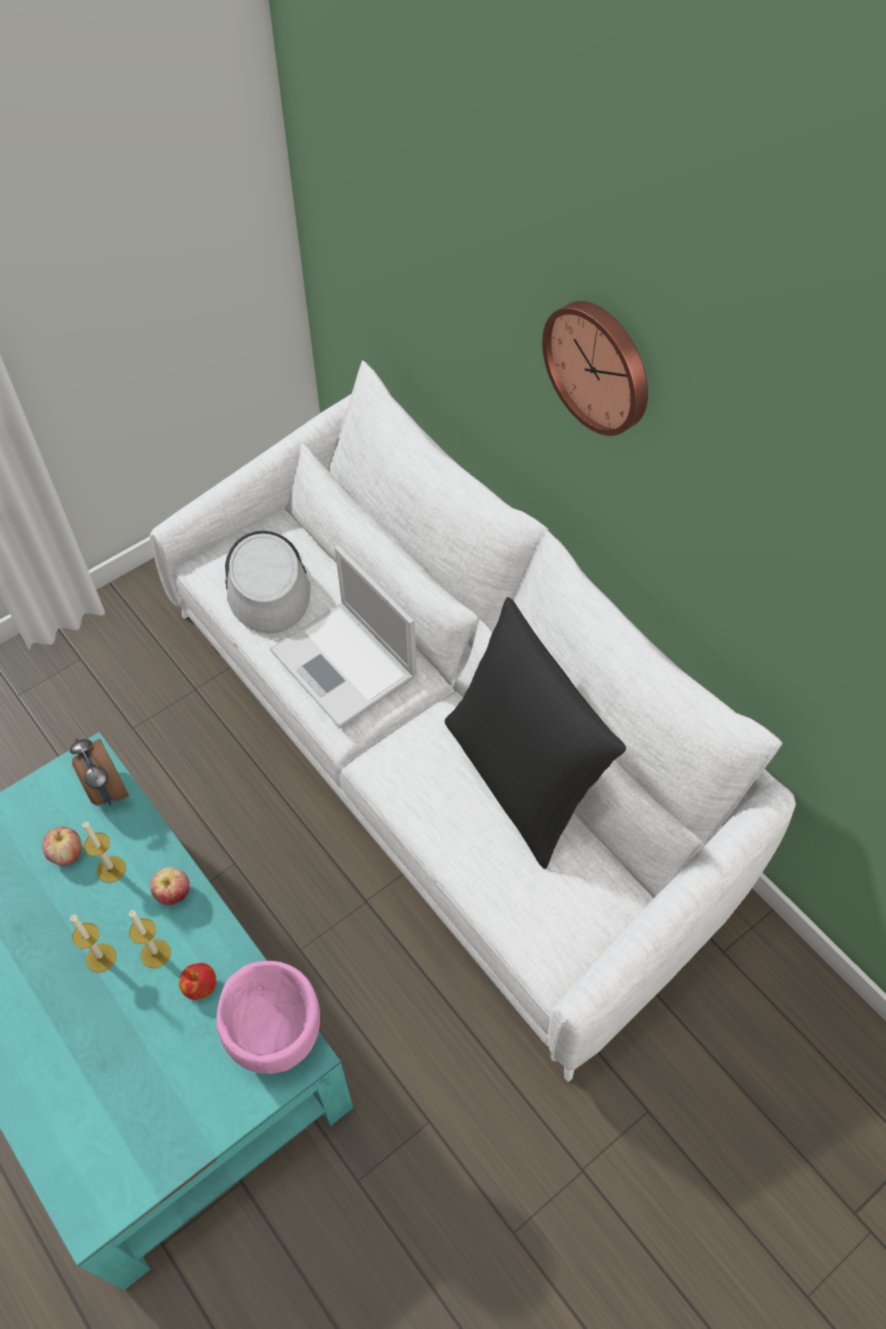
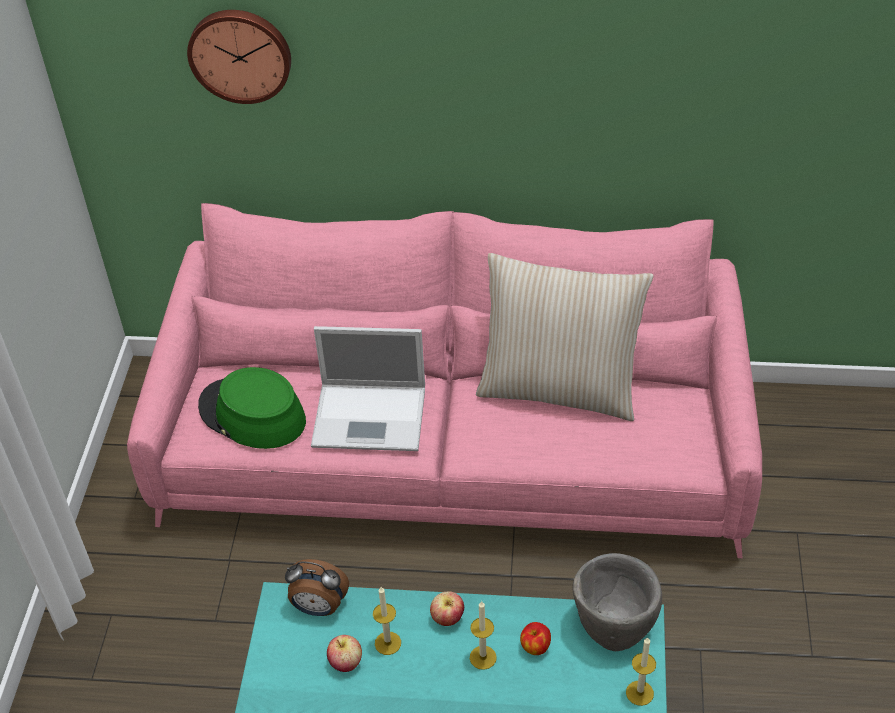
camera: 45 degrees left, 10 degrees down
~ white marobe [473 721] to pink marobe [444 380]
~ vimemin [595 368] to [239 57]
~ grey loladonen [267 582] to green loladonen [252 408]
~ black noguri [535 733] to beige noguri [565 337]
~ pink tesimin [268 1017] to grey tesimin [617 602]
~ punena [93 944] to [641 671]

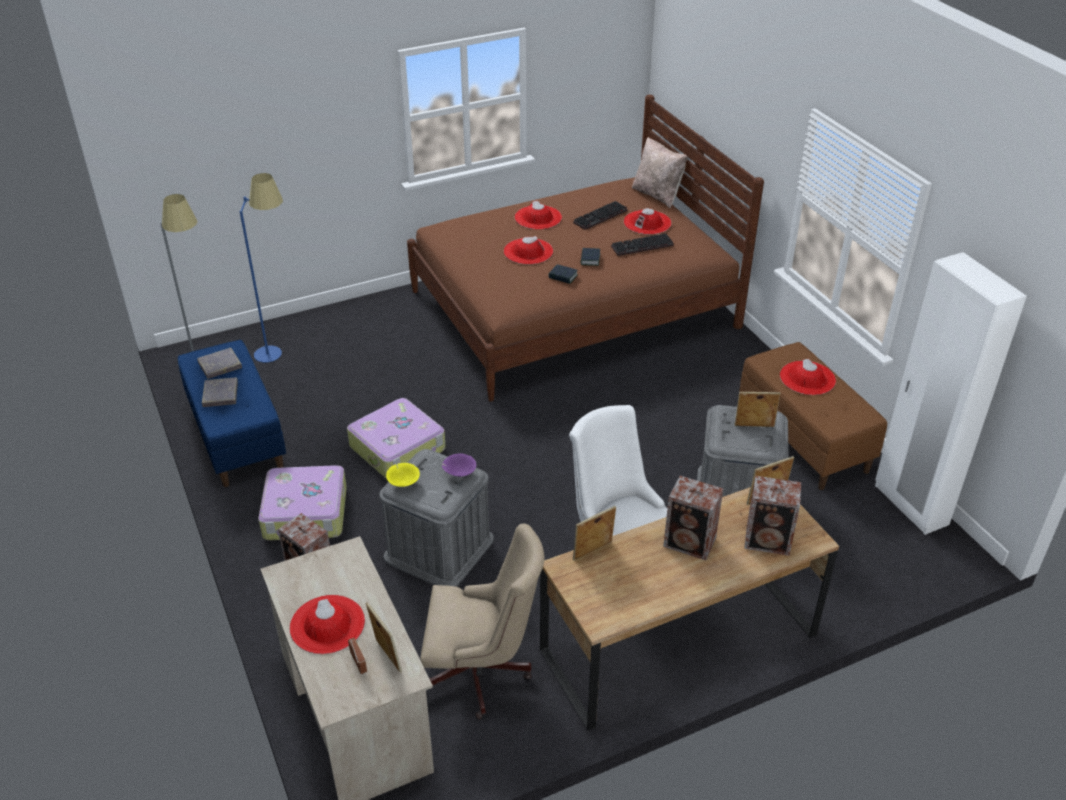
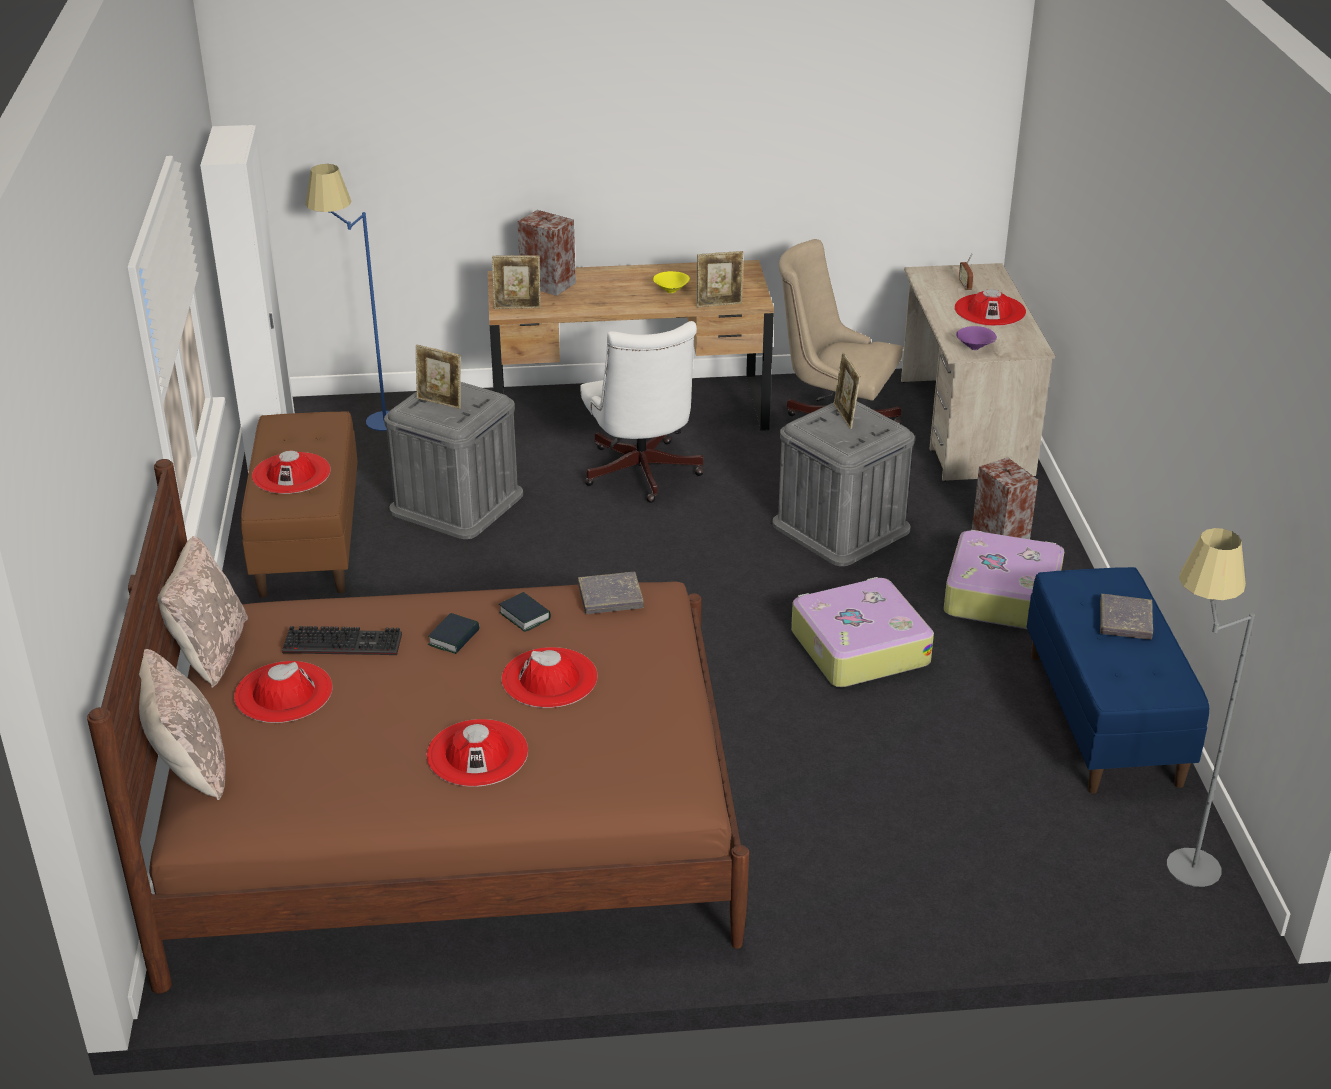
camera: 160 degrees left, 5 degrees down
+ beige noguri [203 612]
~ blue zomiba [261 268] to [347 297]
~ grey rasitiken [219 363] to [611 593]
~ yellow tesimin [403 475] to [671 282]
~ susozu [384 637] to [847 390]
~ purple tesimin [459 465] to [976 338]
- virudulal [600 215]
- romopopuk [693 518]

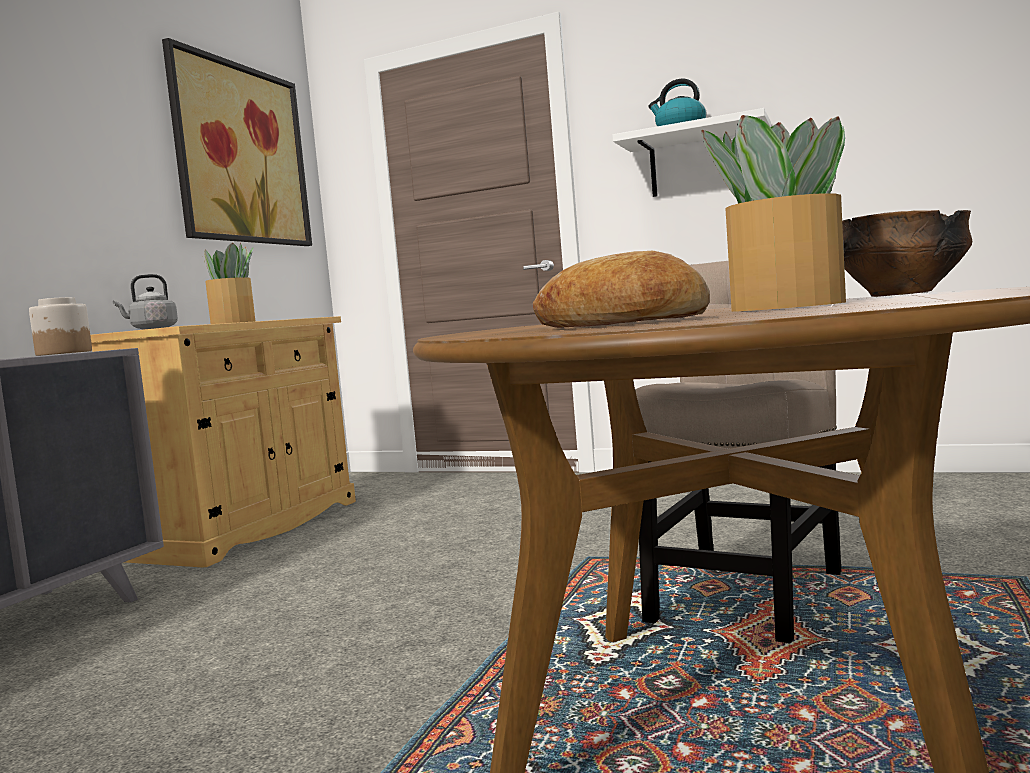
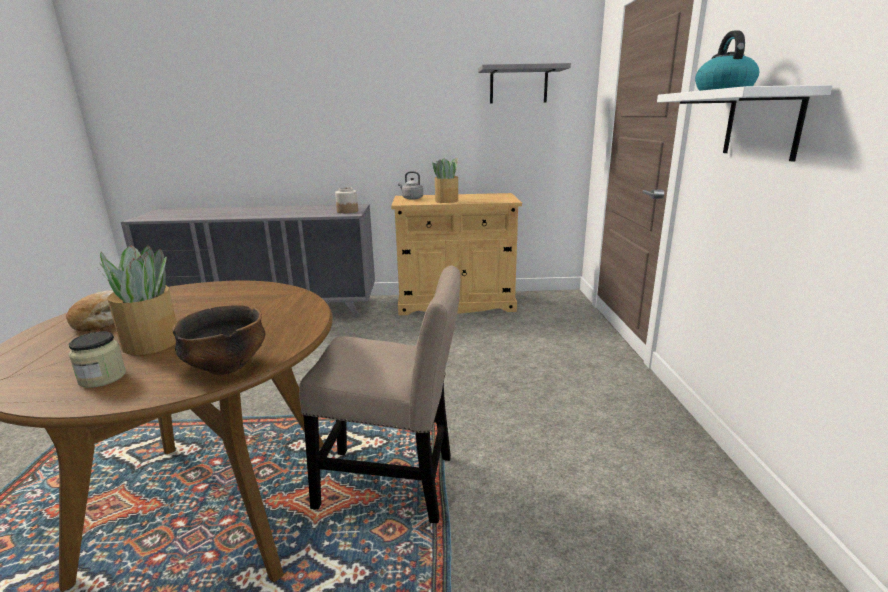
camera: 65 degrees right, 15 degrees up
+ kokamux [97 359]
~ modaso [237 142] to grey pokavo [524 83]

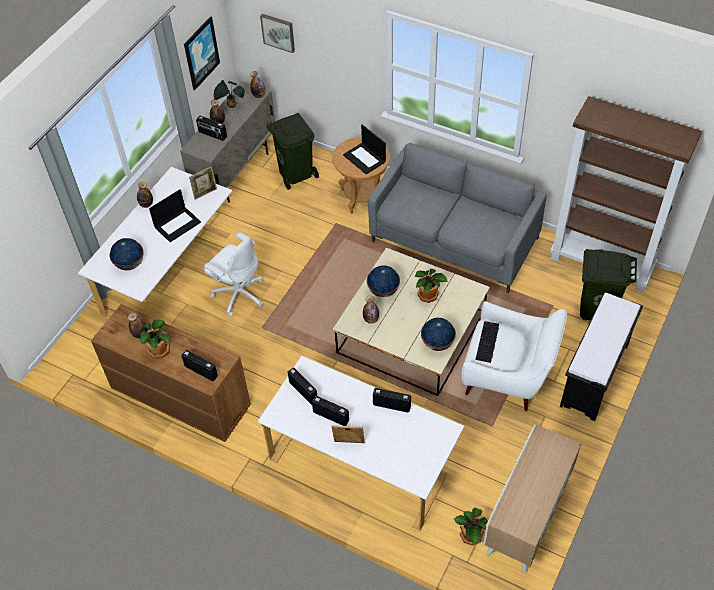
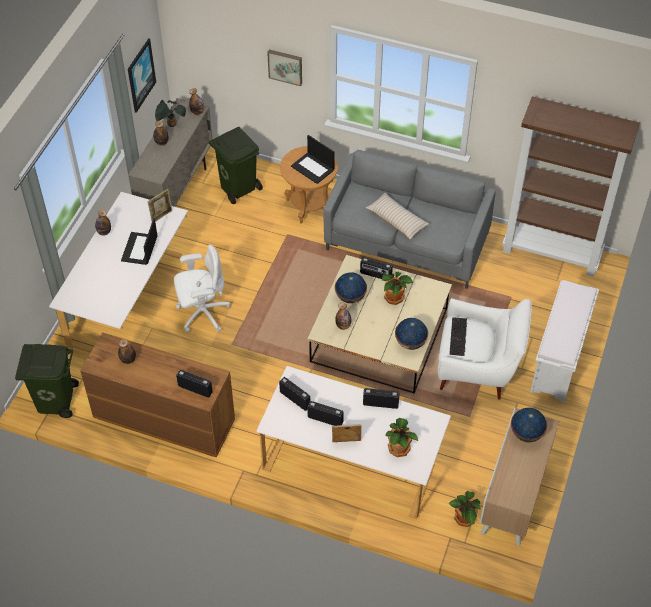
camera: 10 degrees left, 0 degrees up
~ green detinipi [608 285] to [47 381]
~ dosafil [175 215] = [139 241] 150 degrees clockwise
~ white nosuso [233 274] = [202 289] 45 degrees counterclockwise
~ modaso [277 33] to [284 67]
~ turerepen [211 128] to [376 268]
+ beige noguri [397 216]
~ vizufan [155 339] to [401 437]
~ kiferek [127 254] to [529 425]
~ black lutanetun [601 357] to white lutanetun [564 341]

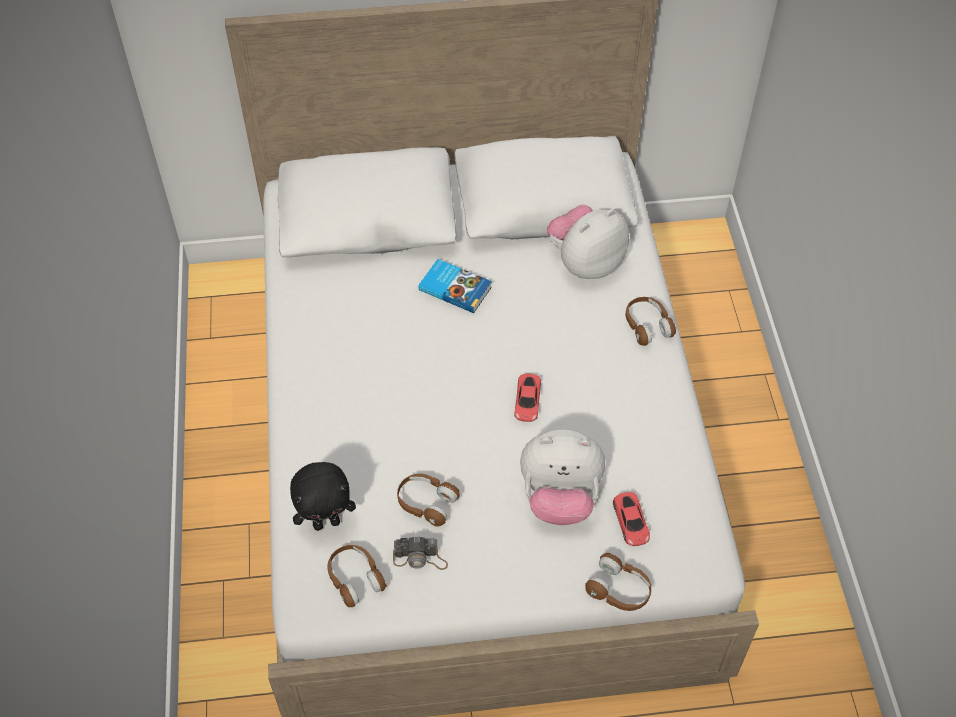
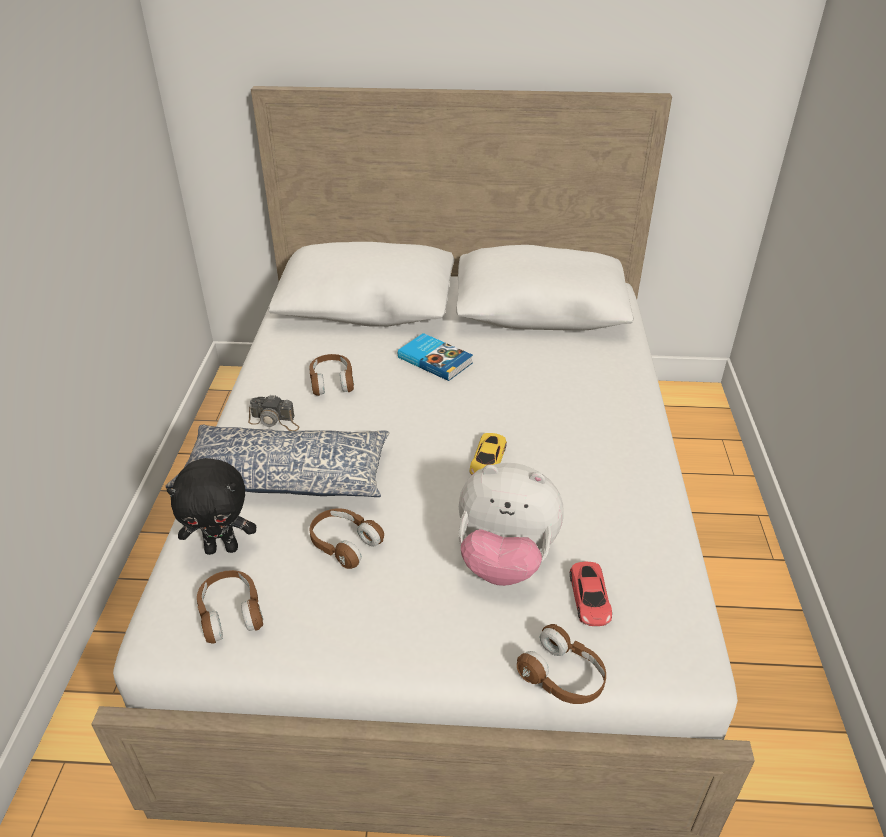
camera: 10 degrees right, 15 degrees down
+ noguri [277 461]
~ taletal [420 553] to [273 412]
~ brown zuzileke [651 321] to [331 375]
~ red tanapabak [528 398] to yellow tanapabak [488 454]
- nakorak [588 241]

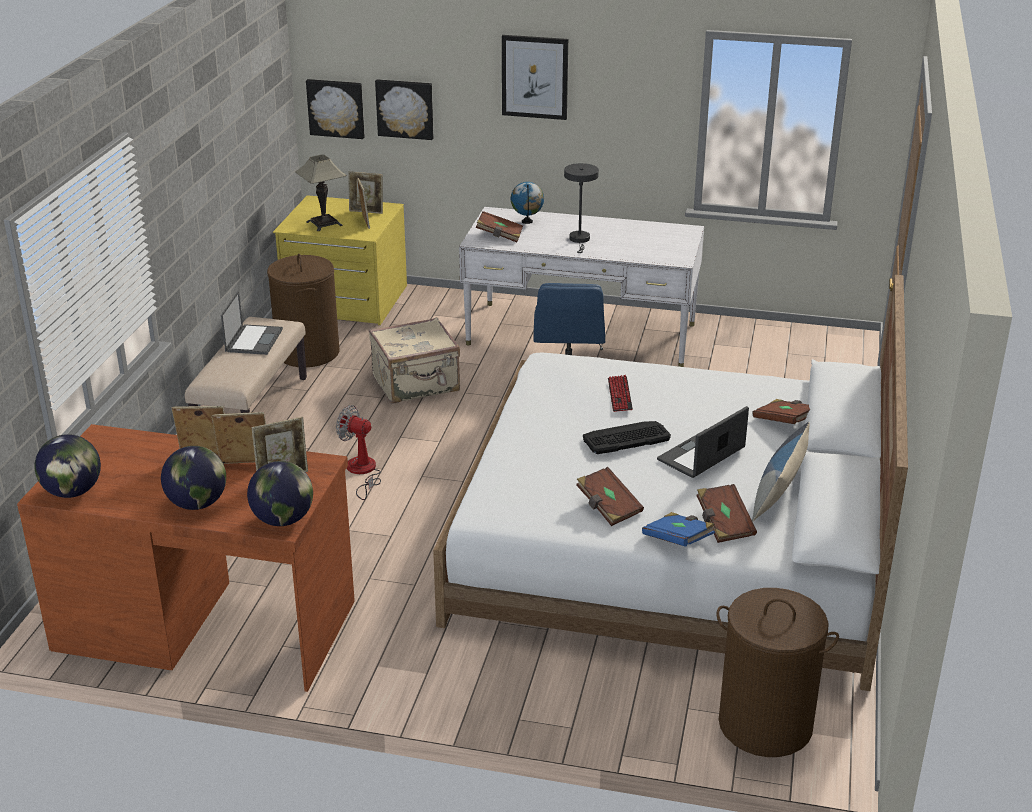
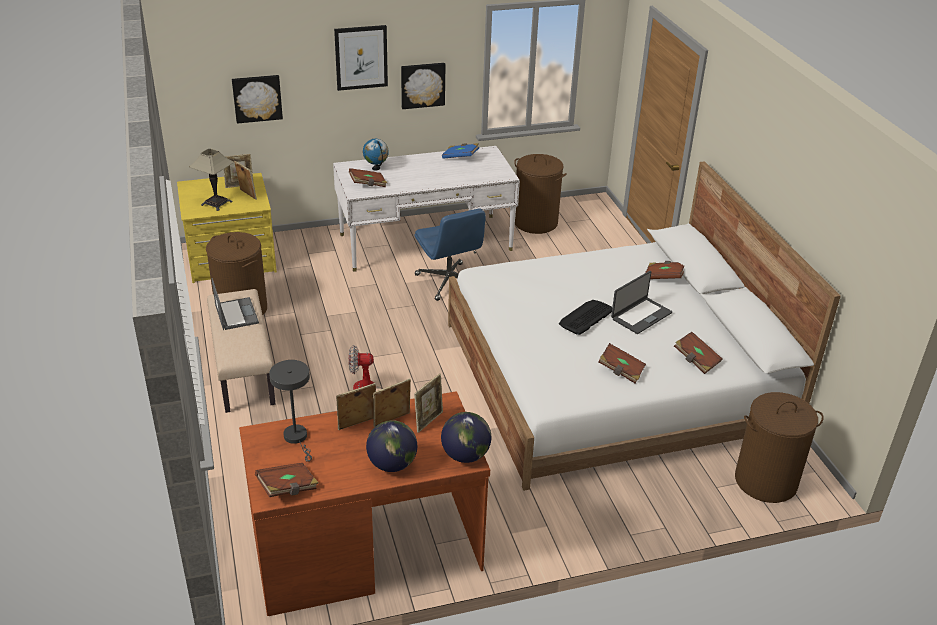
camera: 30 degrees left, 5 degrees up
~ kiferek [68 466] to brown rasitiken [286 480]
~ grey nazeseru [581 208] to [290 411]
~ modaso [335 109] to [423 86]
~ blue rasitiken [678 529] to [460 151]
+ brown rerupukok [540 194]
~ dosafil [703 442] = [641 302] 150 degrees counterclockwise
- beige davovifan [414 360]
- virudulal [620 393]
- noguri [781 472]

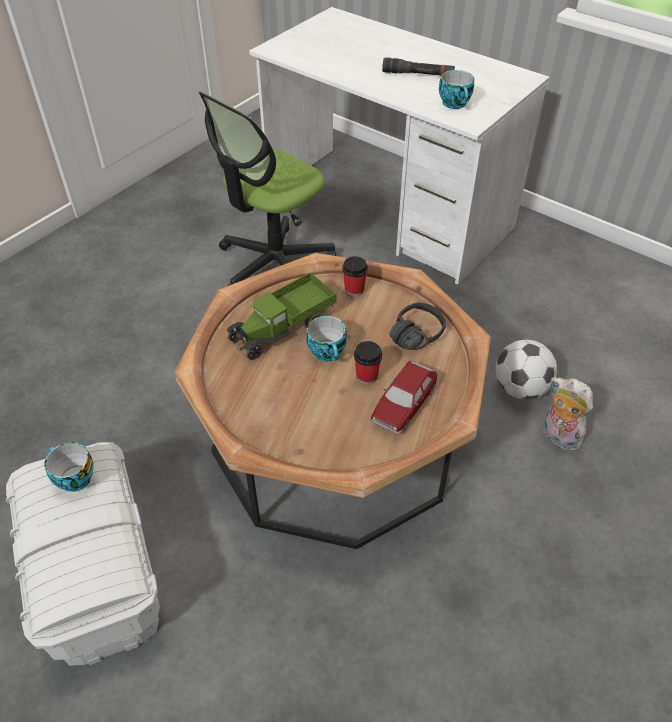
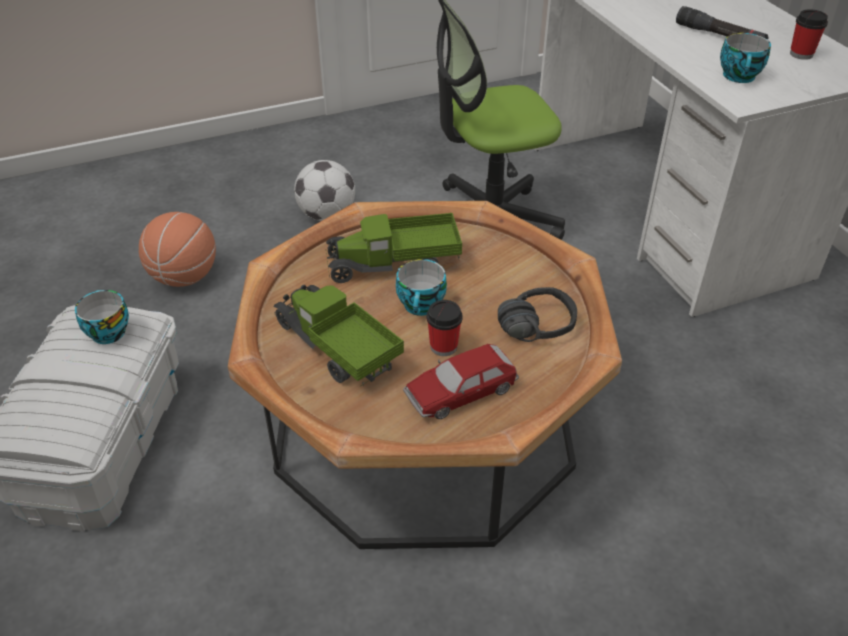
camera: 30 degrees right, 5 degrees down
+ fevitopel [177 249]
+ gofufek [338 335]
~ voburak [526 369] to [324 190]
~ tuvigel [355 276] to [809 34]
- nakorak [568 414]

